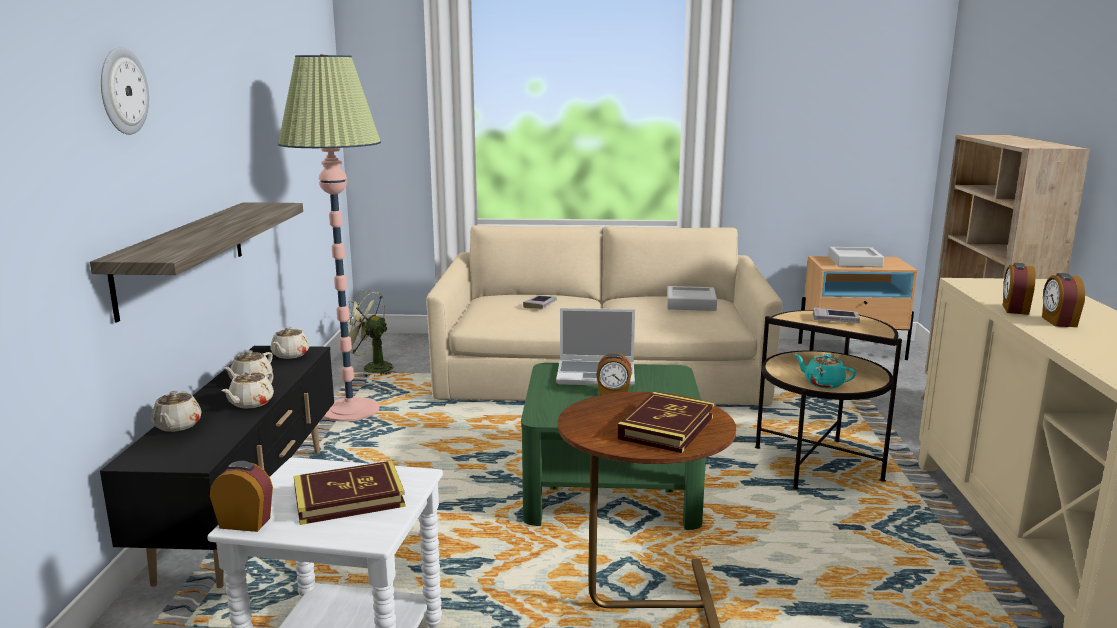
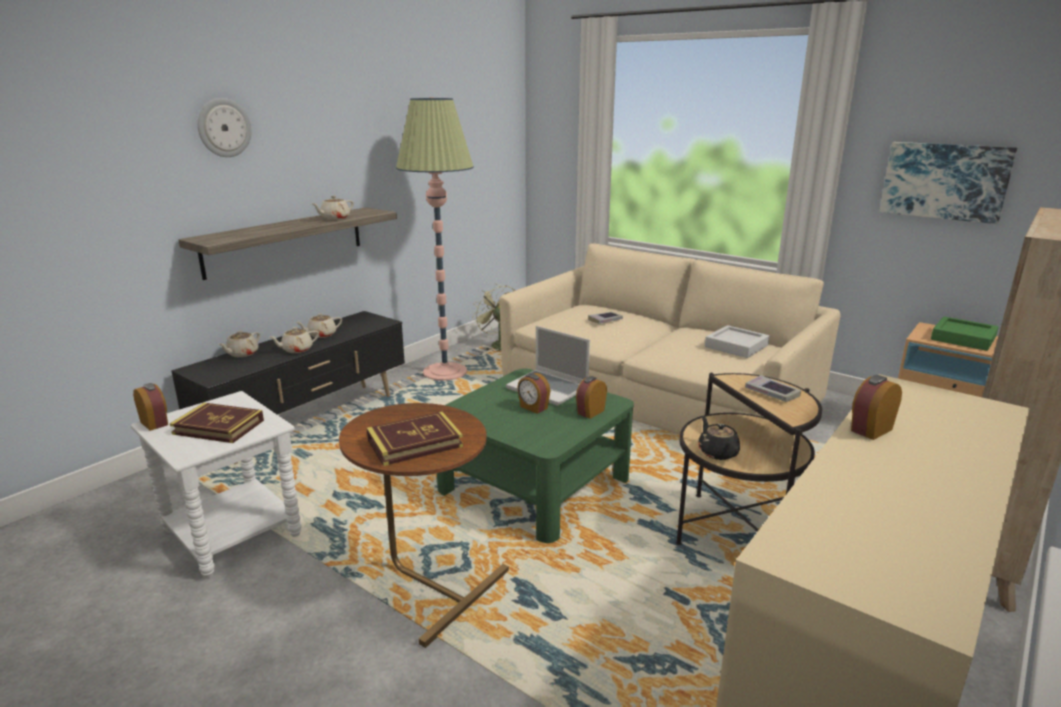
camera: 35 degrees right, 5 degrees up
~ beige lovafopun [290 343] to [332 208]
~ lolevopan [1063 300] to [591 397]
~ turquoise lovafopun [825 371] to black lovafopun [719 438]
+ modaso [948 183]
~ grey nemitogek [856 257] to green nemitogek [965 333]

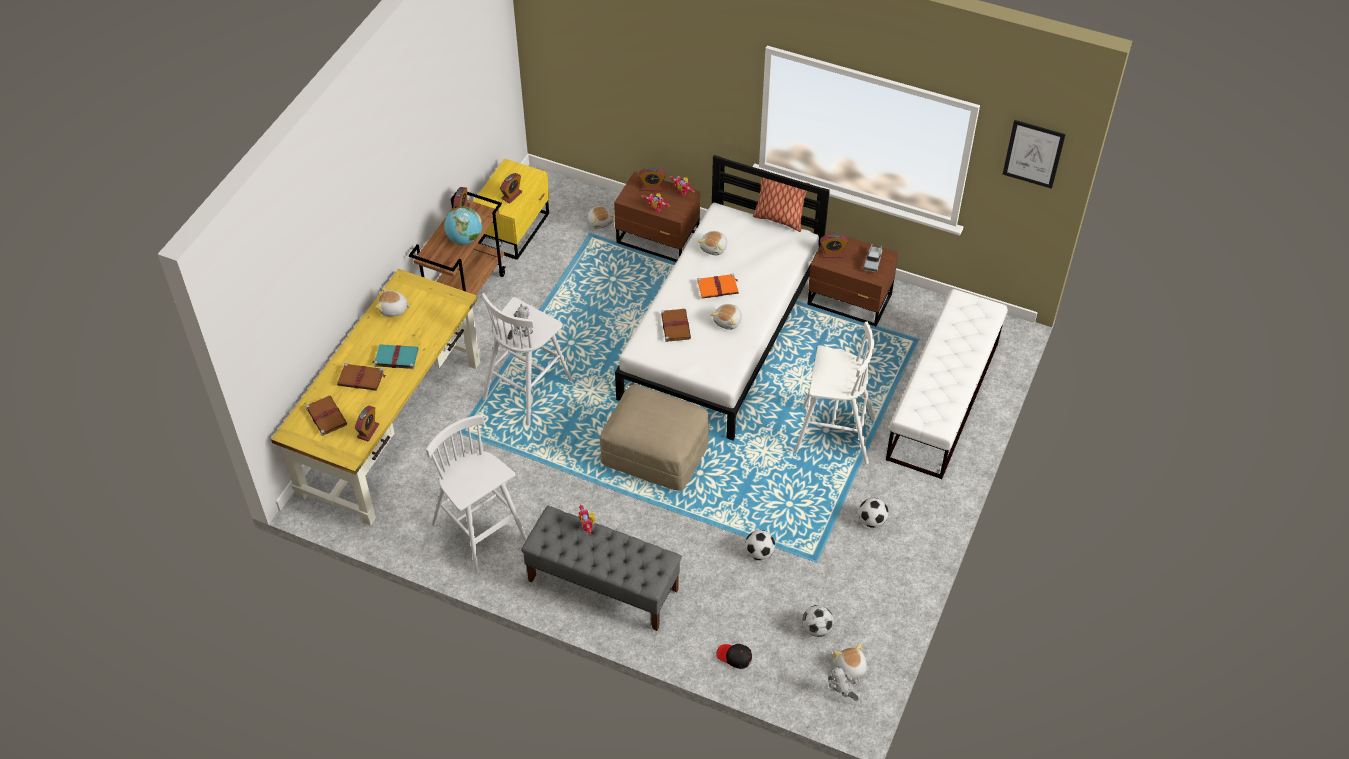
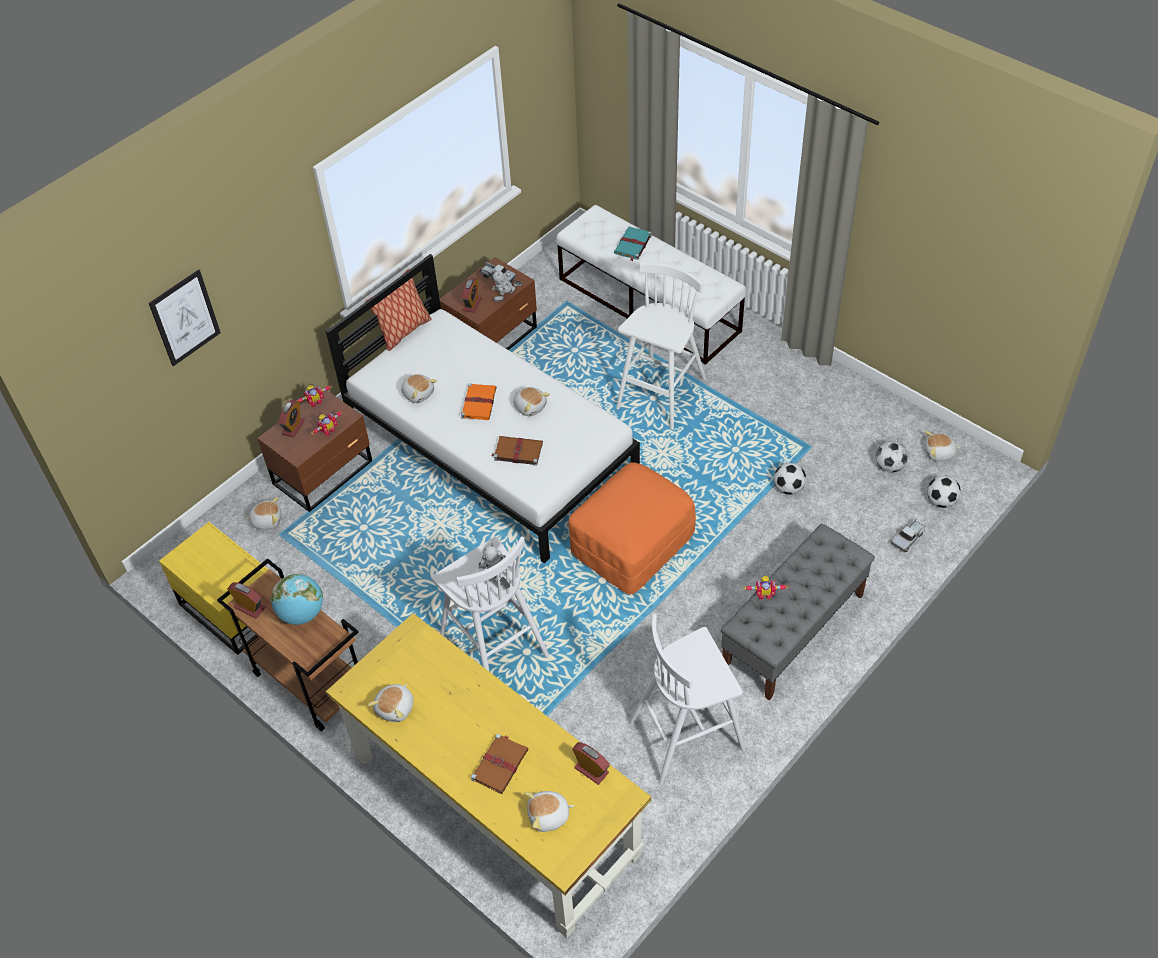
camera: 70 degrees left, 0 degrees up
~ modaso [1034 154] to [185 317]
~ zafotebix [843 683] to [507 286]
~ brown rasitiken [326 416] to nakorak [549 811]
~ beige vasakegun [654 437] to orange vasakegun [632 528]
~ turquoise rasitiken [395 356] to [633 244]
~ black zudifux [734 656] to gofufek [908 535]
~ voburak [873 513] to [944 491]
- lolevopan [511 188]

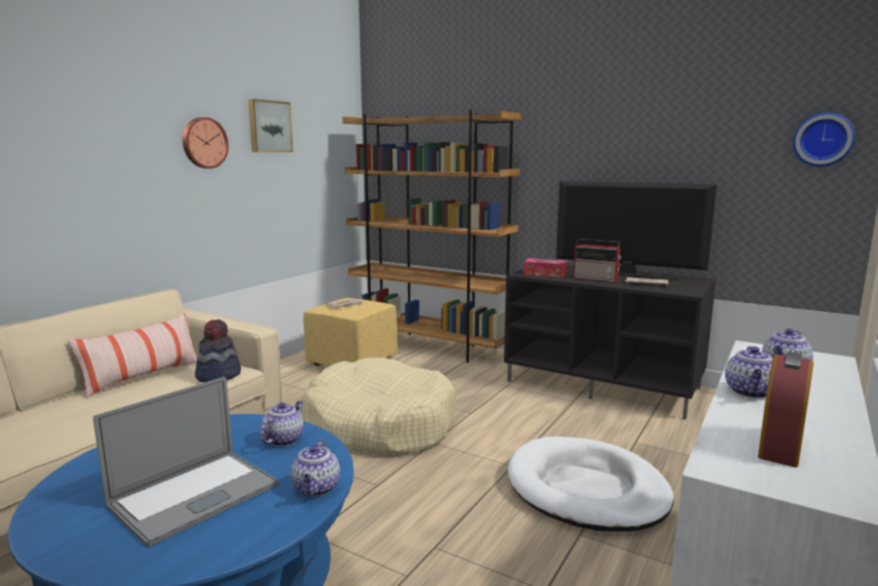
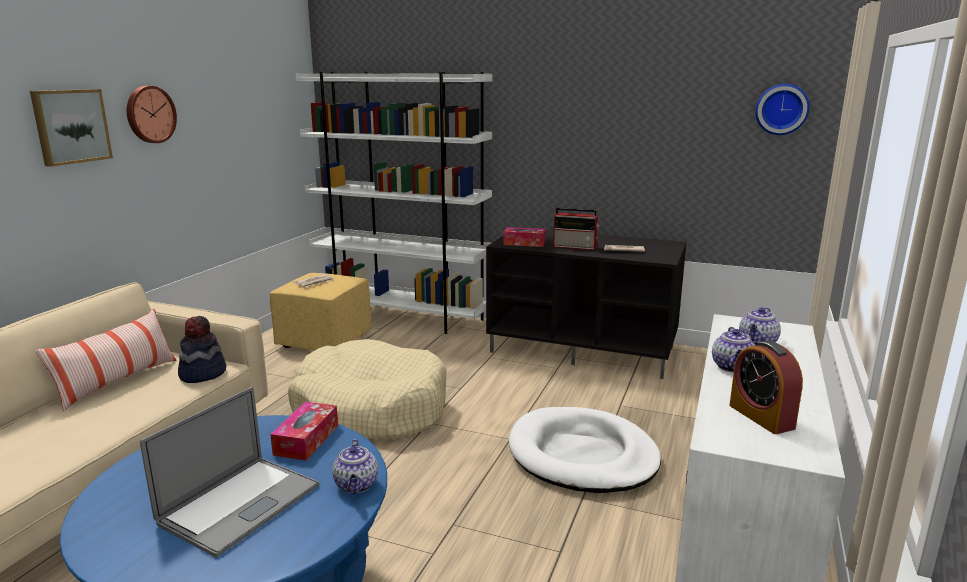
camera: 10 degrees left, 5 degrees up
~ modaso [270 125] to [71 128]
~ lovafopun [282 423] to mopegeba [304 431]
~ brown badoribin [432 236] to white badoribin [393 203]
~ lolevopan [786 409] = [766 387] 45 degrees counterclockwise
- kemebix [636 230]

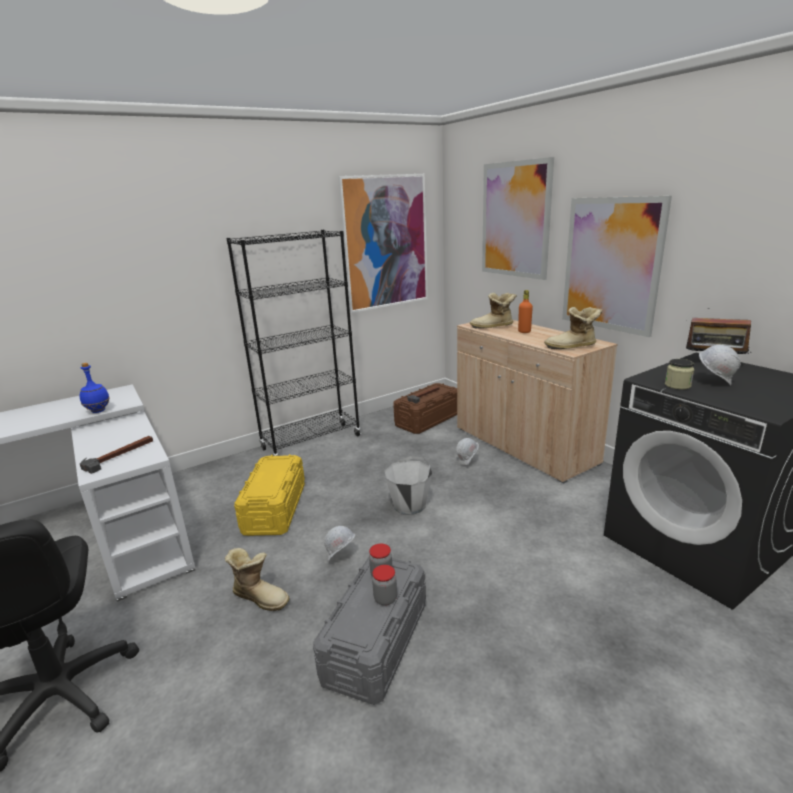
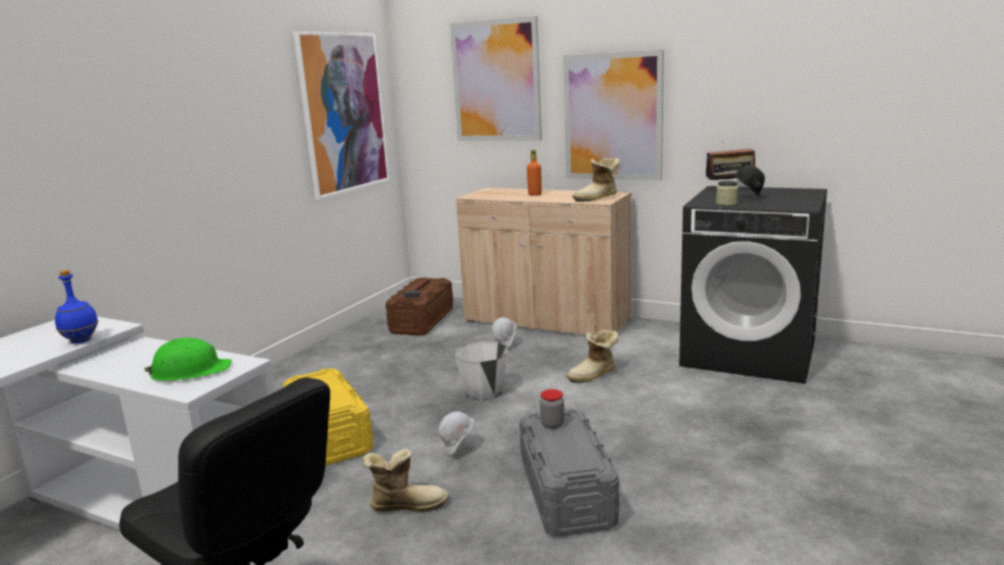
camera: 30 degrees left, 5 degrees down
~ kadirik [116 455] to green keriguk [188 359]
~ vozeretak [493 311] to [592 356]
~ white keriguk [720 365] to black keriguk [749 182]
- black badoribin [294 343]
- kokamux [384 585]

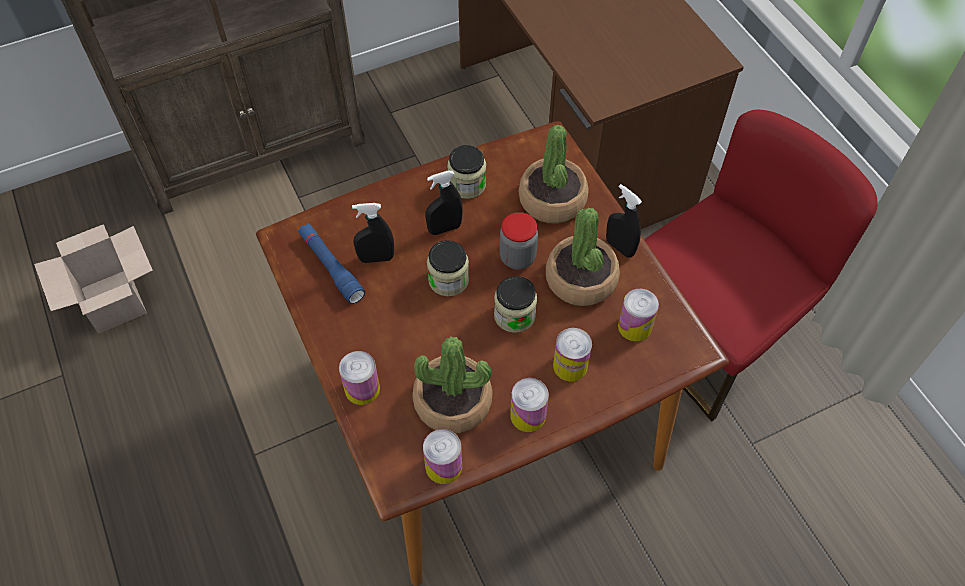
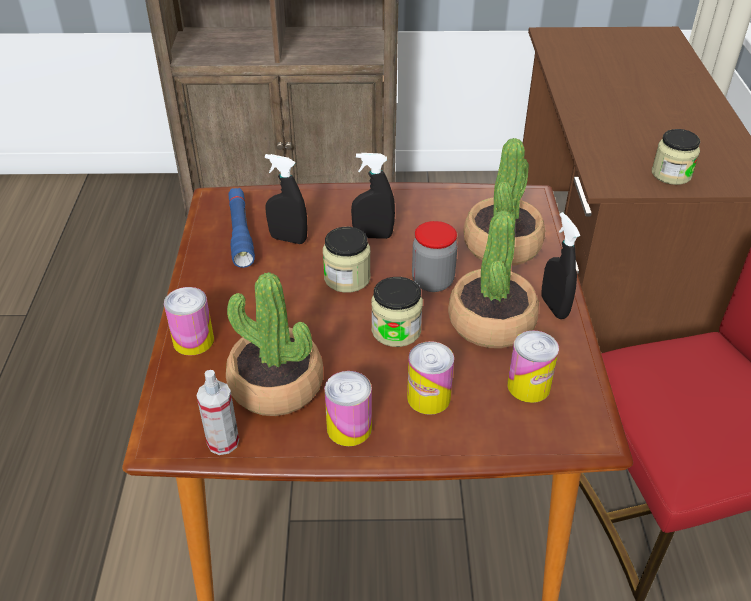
camera: 25 degrees right, 15 degrees down
~ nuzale [442 456] to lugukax [217 412]
~ kokamux [466 172] to [676 157]
- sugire [93 279]

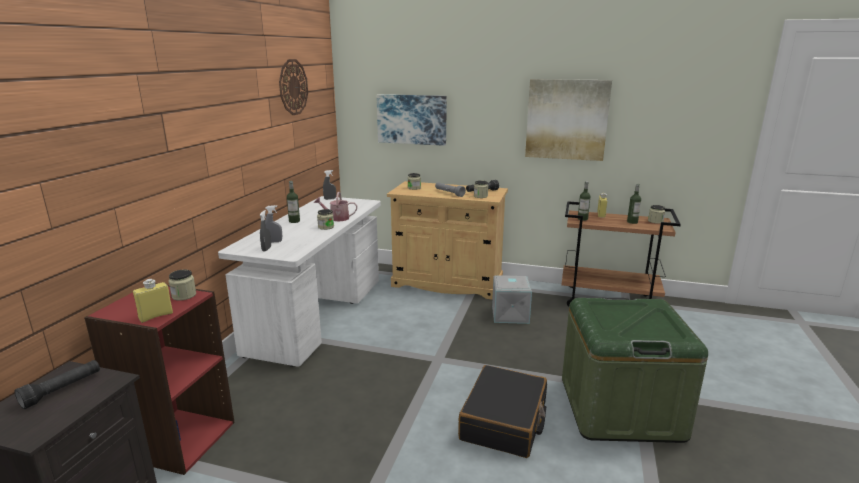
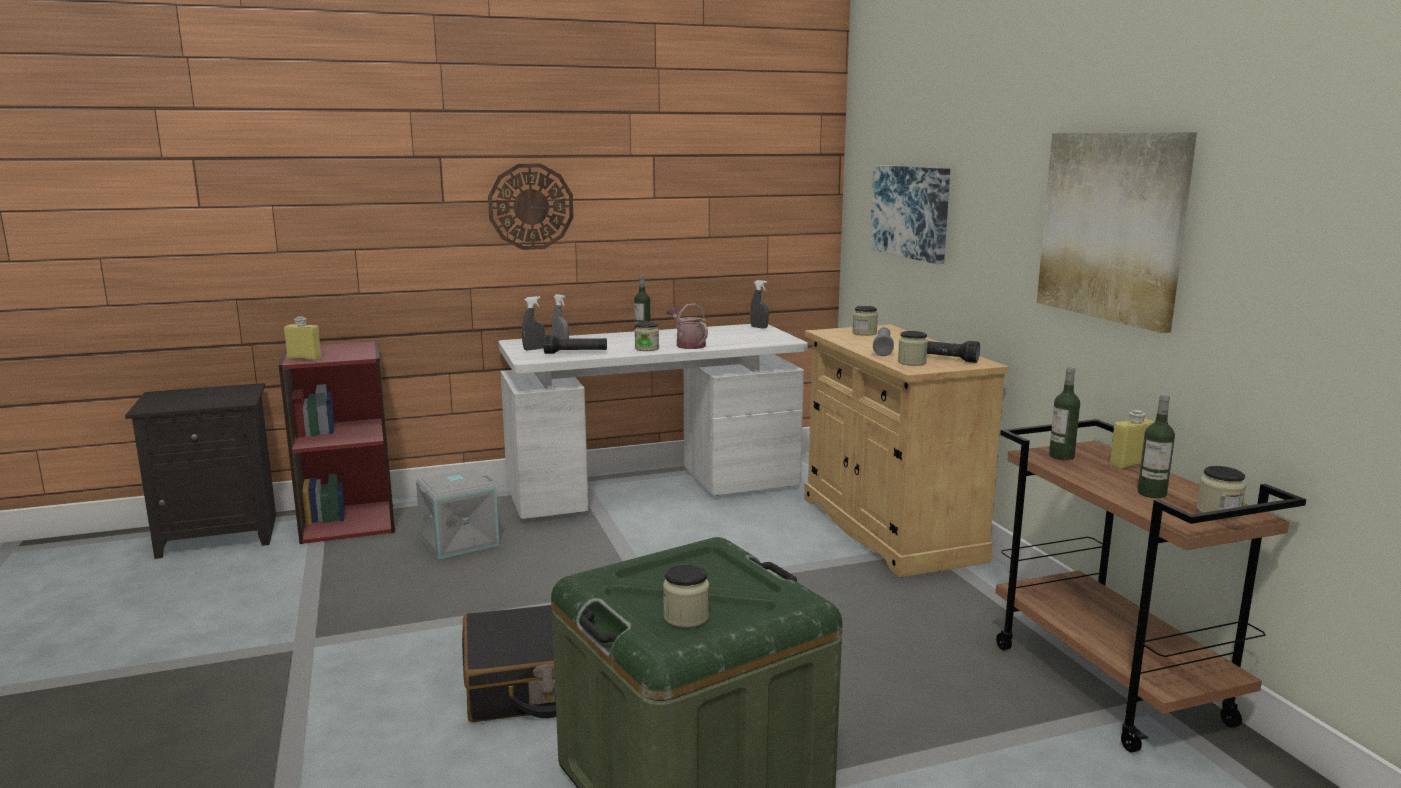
camera: 55 degrees right, 5 degrees down
~ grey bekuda [512 299] to [458 514]
~ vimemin [293 87] to [531 207]
~ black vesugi [57 384] to [575 344]
~ kokamux [182 285] to [686 596]

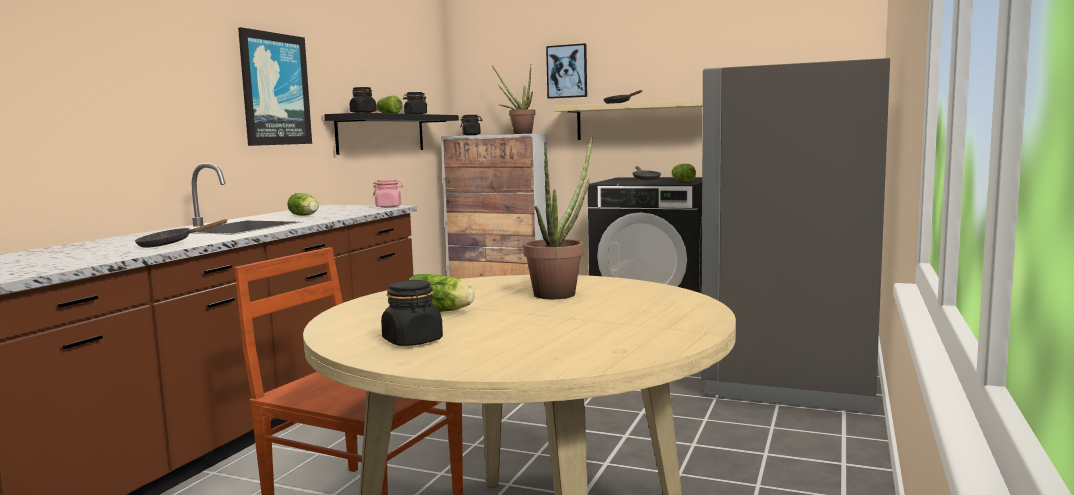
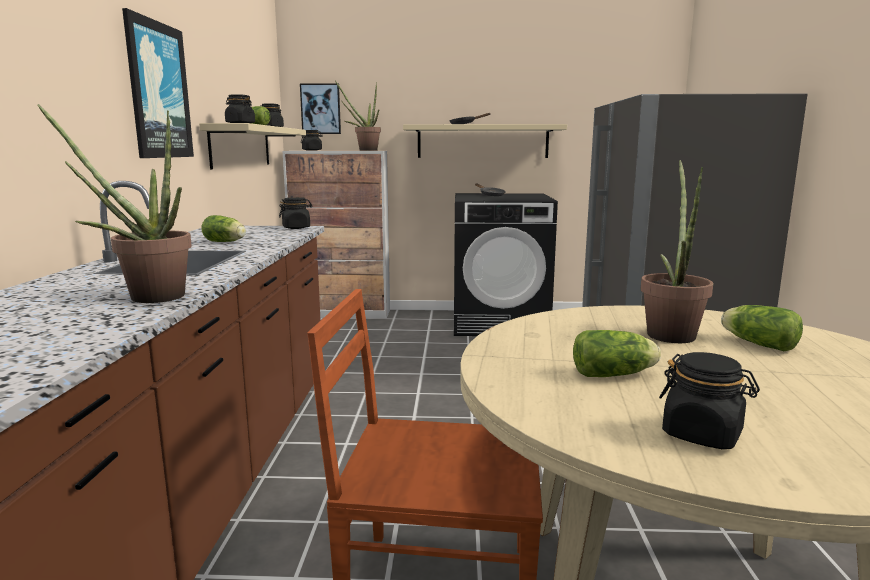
camera: 20 degrees left, 5 degrees up
~ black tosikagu [181 233] to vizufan [115 203]
~ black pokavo [391 134] to beige pokavo [252 146]
~ pink kokamux [388 193] to black kokamux [296 213]
~ modaso [566 71] to [320 108]
~ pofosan [683 173] to [762 328]

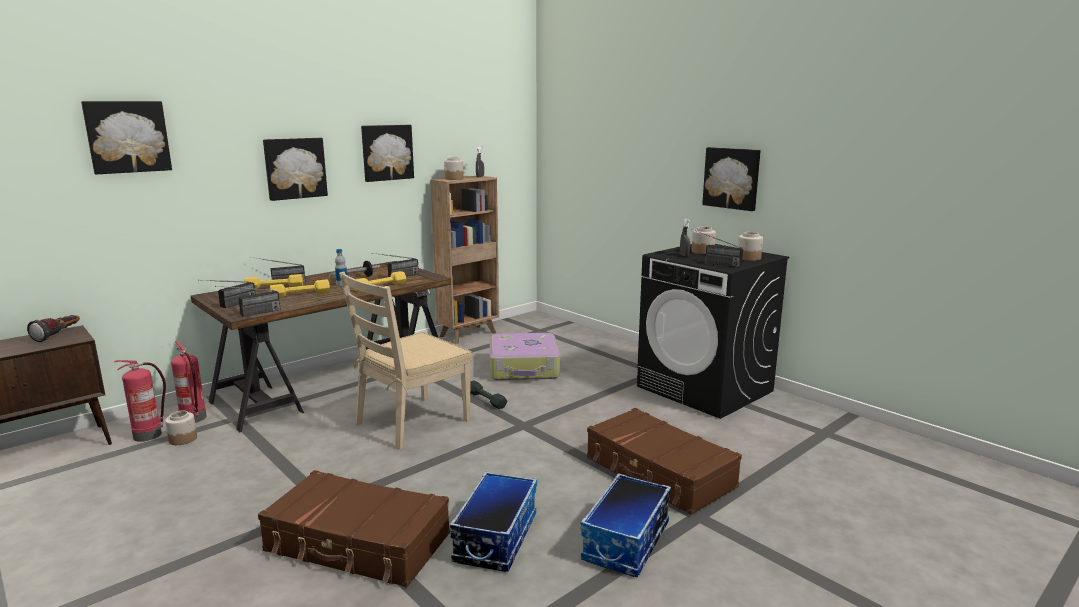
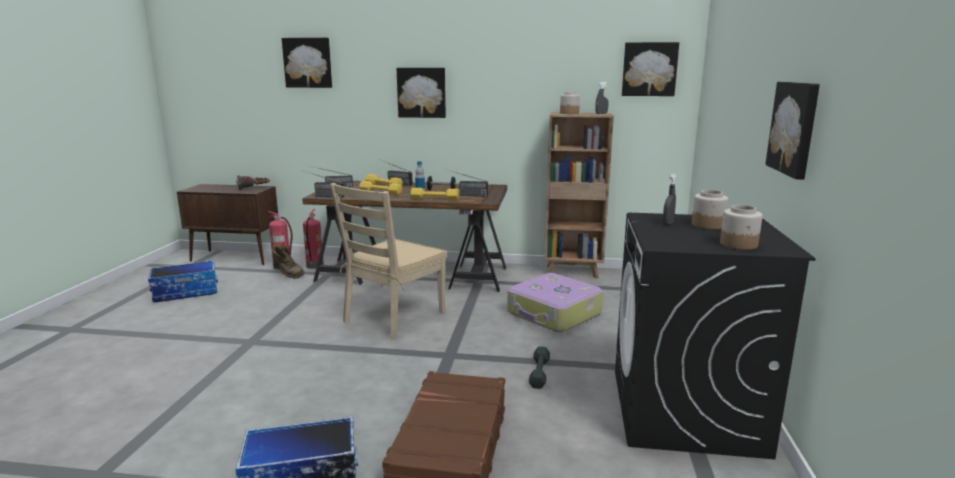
camera: 50 degrees right, 0 degrees up
~ bekuda [493 522] to [183 281]
~ kokamux [181 428] to brown vozeretak [289 261]
~ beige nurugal [405 361] = [388 261] 60 degrees counterclockwise
~ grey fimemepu [488 394] to [539 367]
~ modaso [387 153] to [650 69]
- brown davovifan [354 528]
- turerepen [718 248]

